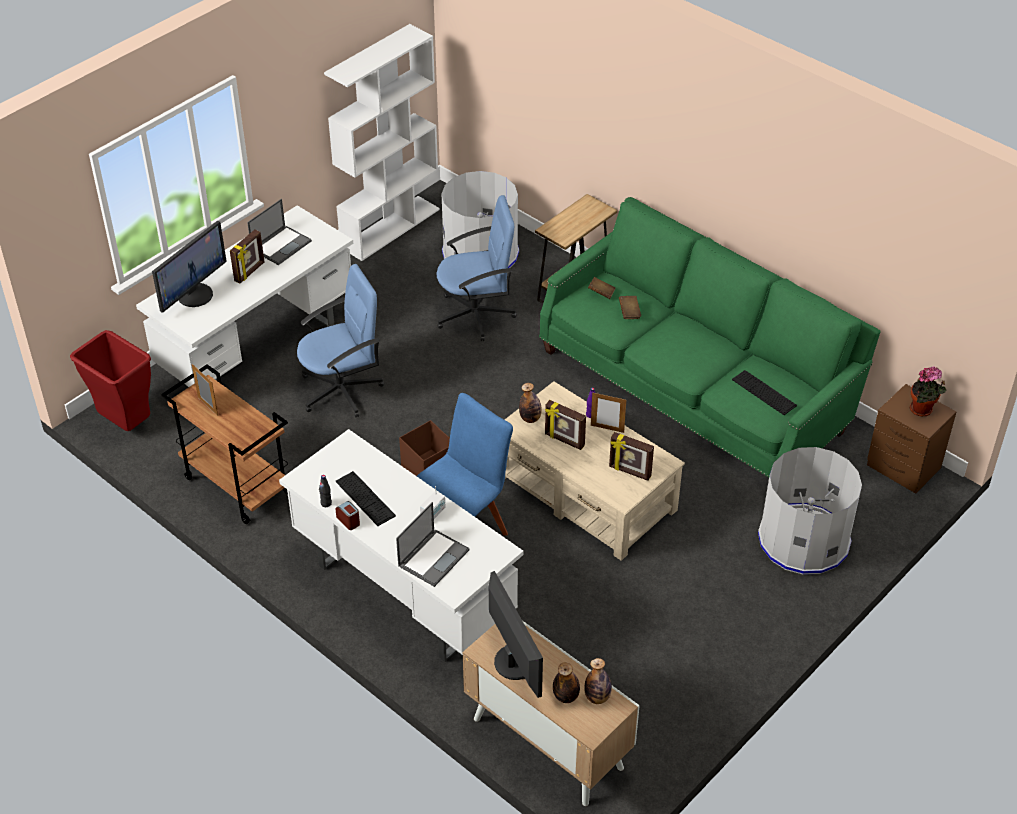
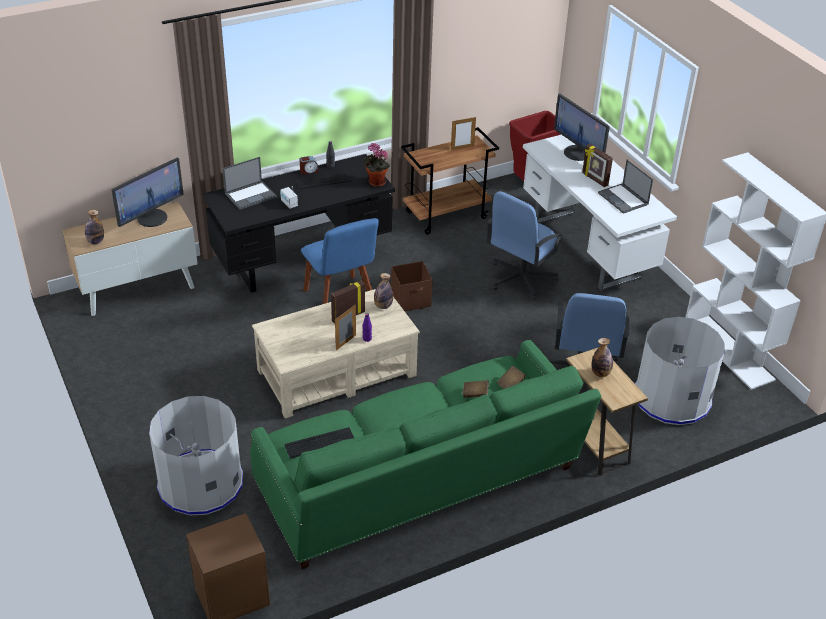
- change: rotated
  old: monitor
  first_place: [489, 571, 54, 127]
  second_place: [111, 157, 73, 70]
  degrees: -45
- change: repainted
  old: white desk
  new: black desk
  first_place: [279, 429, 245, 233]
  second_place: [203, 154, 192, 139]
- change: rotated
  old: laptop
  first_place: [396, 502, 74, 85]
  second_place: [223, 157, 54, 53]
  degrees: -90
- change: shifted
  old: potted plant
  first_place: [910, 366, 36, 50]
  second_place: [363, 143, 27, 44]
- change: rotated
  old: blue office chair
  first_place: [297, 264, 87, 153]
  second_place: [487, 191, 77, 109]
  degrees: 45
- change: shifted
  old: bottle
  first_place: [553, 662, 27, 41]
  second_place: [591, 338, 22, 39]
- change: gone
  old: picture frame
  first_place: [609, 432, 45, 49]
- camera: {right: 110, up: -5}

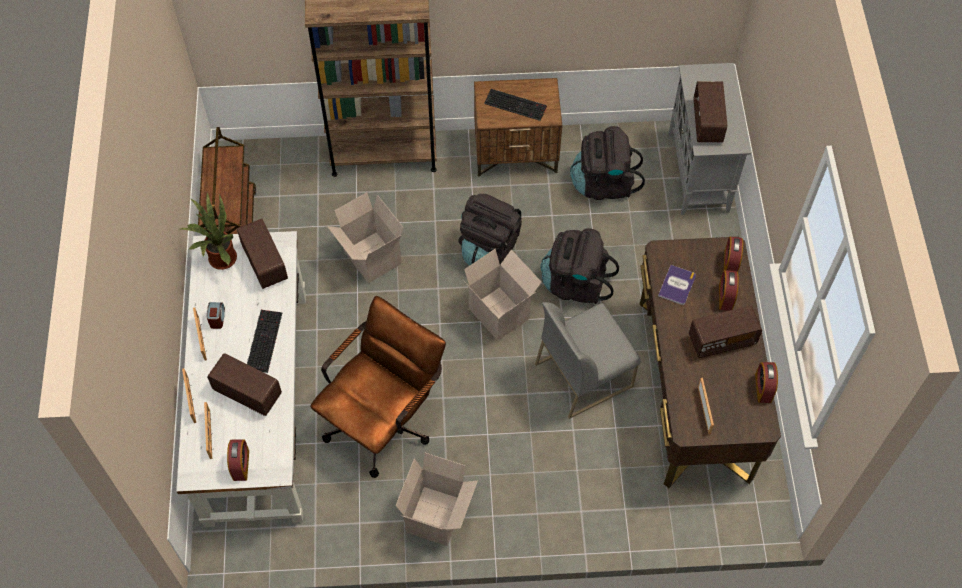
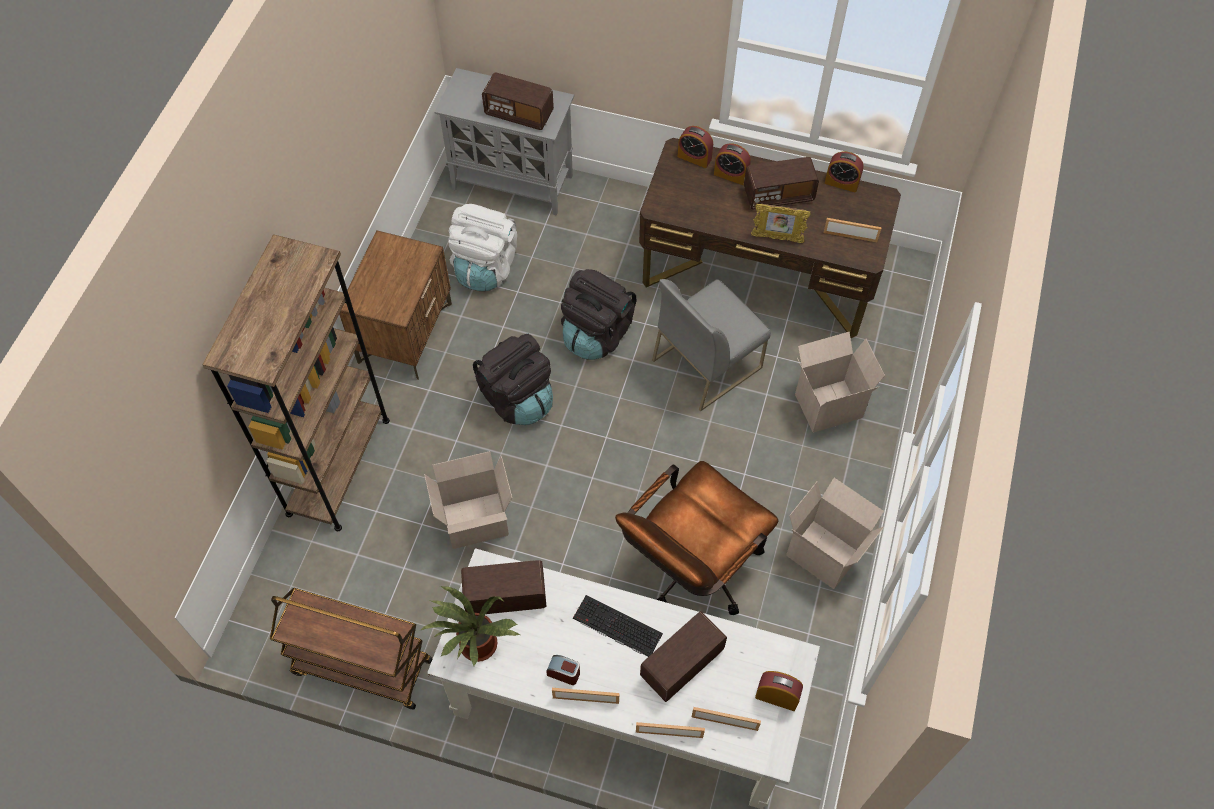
- change: repainted
  old: black backpack
  new: white backpack
  first_place: [570, 126, 75, 74]
  second_place: [448, 204, 69, 87]
- change: rotated
  old: brown office chair
  first_place: [310, 296, 136, 182]
  second_place: [615, 461, 164, 154]
  degrees: -105
- change: rotated
  old: grey chair
  first_place: [535, 302, 106, 117]
  second_place: [652, 279, 119, 132]
  degrees: 60
- change: rotated
  old: radio
  first_place: [689, 306, 73, 52]
  second_place: [744, 157, 75, 52]
  degrees: 75
- change: new
  new: picture frame
  second_place: [751, 204, 60, 39]
- change: shifted
  old: cardboard box
  first_place: [463, 249, 79, 92]
  second_place: [795, 332, 90, 101]
- change: gone
  old: keyboard
  first_place: [484, 89, 63, 32]
- change: gone
  old: book
  first_place: [658, 265, 38, 40]
- camera: {right: -70, up: 0}

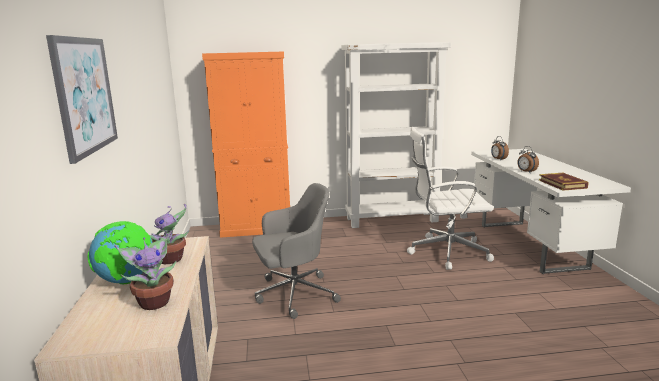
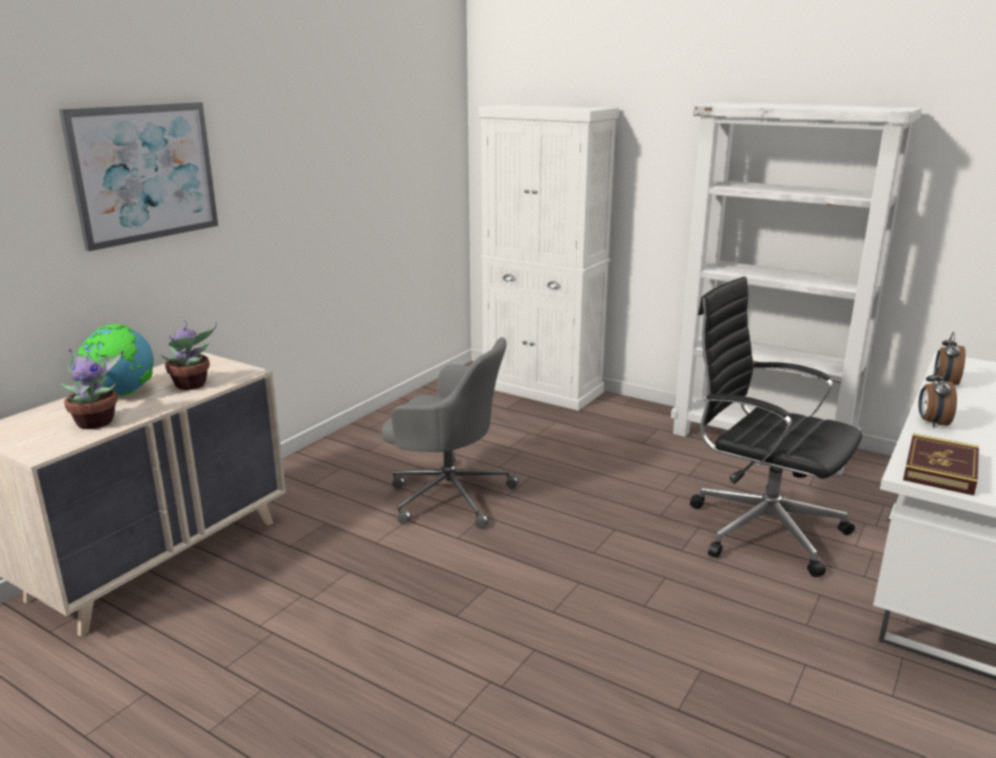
- change: repainted
  old: orange cabinet
  new: white cabinet
  first_place: [202, 52, 88, 186]
  second_place: [479, 104, 140, 307]
- change: repainted
  old: white office chair
  new: black office chair
  first_place: [407, 127, 87, 143]
  second_place: [690, 277, 172, 300]
- camera: {right: 40, up: 5}

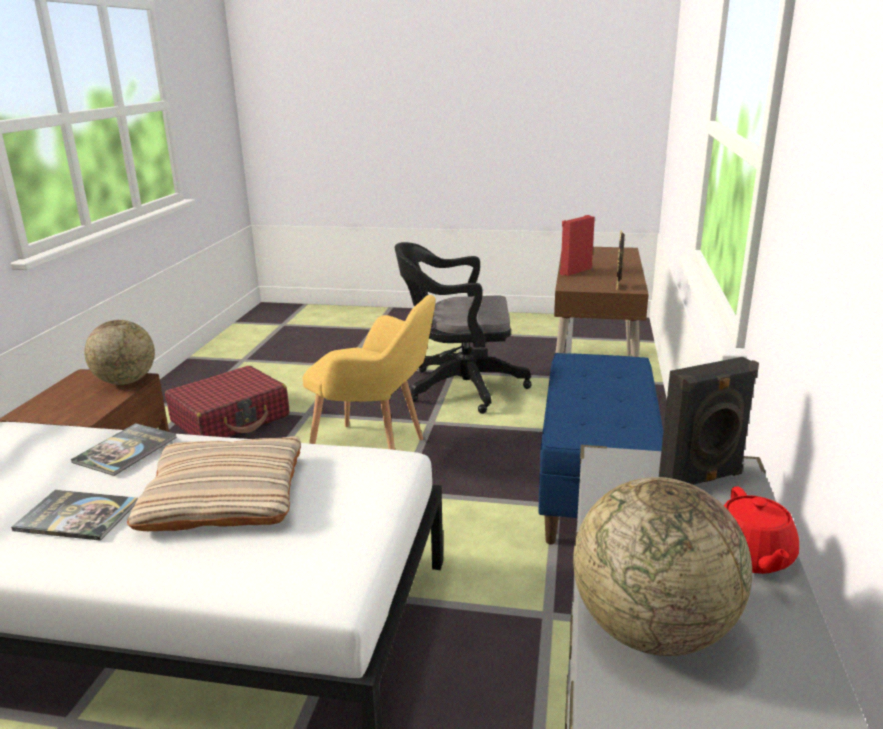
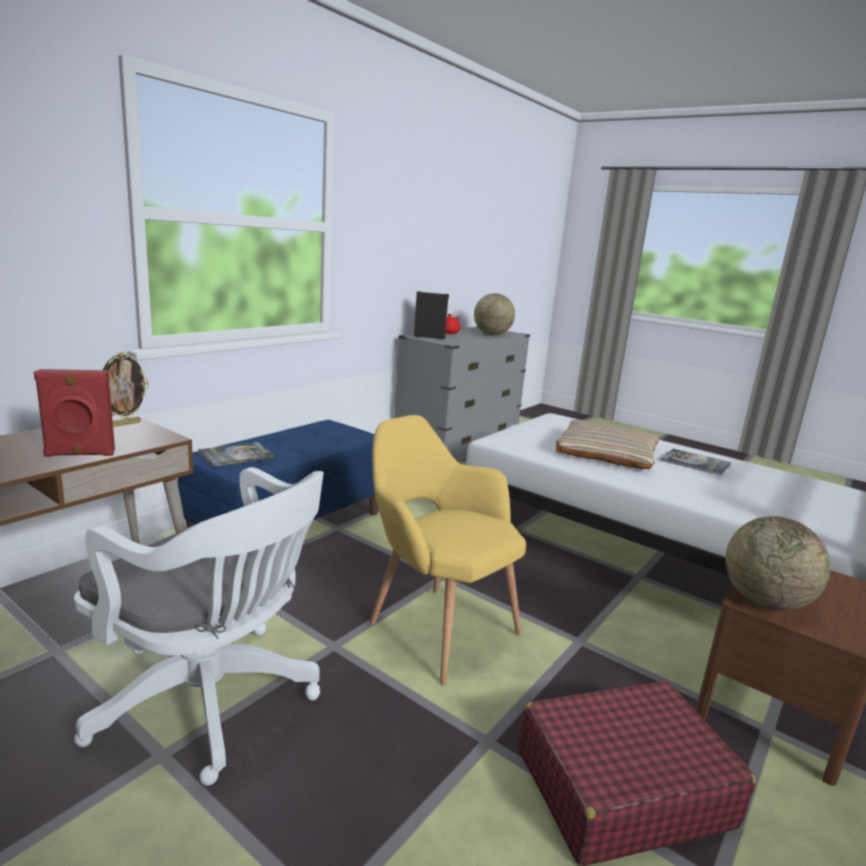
- change: repainted
  old: black office chair
  new: white office chair
  first_place: [395, 242, 137, 172]
  second_place: [74, 467, 250, 319]
- change: shifted
  old: book
  first_place: [71, 423, 106, 53]
  second_place: [198, 442, 77, 25]
- camera: {right: -155, up: -5}

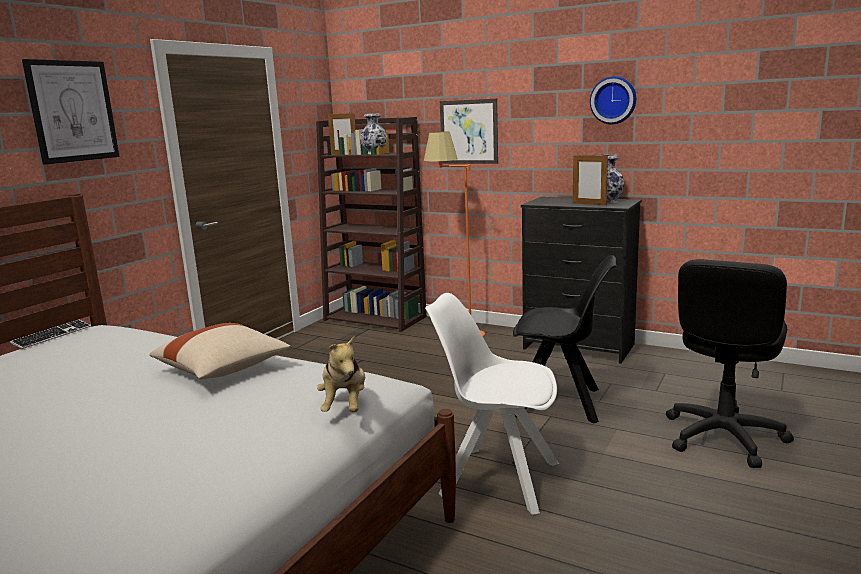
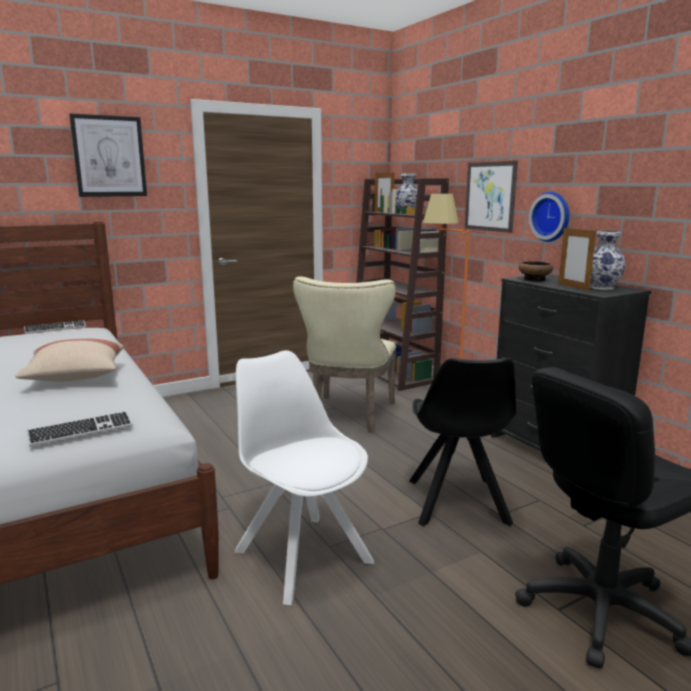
- change: swapped
  old: plush toy
  new: keyboard
  first_place: [317, 335, 48, 77]
  second_place: [27, 411, 106, 35]
- change: new
  new: beige chair
  second_place: [293, 276, 103, 157]
- change: rotated
  old: black chair
  first_place: [513, 255, 104, 169]
  second_place: [409, 358, 107, 168]
  degrees: 45
- change: new
  new: bowl
  second_place: [519, 261, 34, 21]
- change: shifted
  old: wall clock
  first_place: [590, 76, 46, 48]
  second_place: [529, 192, 40, 50]
- camera: {right: 30, up: 0}

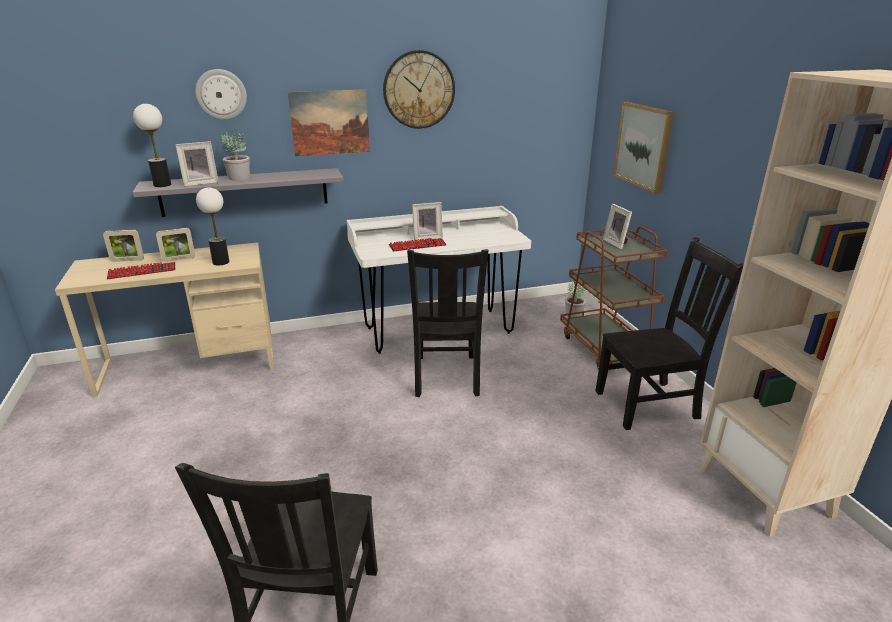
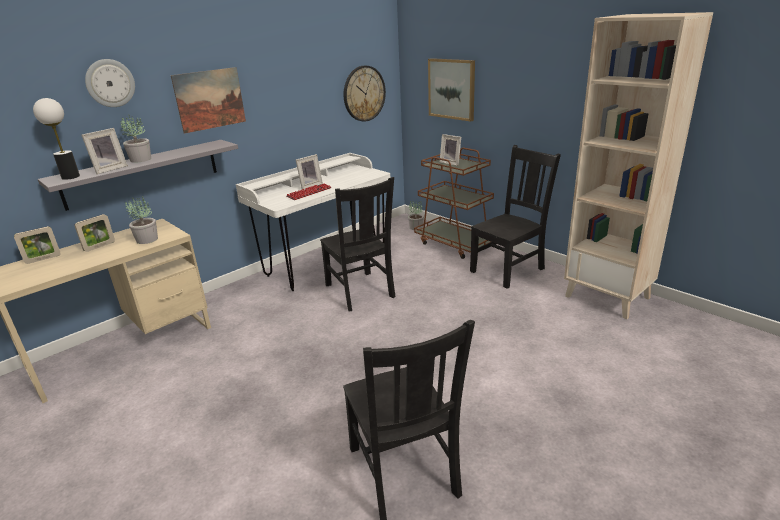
- change: swapped
  old: table lamp
  new: potted plant
  first_place: [196, 187, 34, 78]
  second_place: [125, 195, 33, 49]
- change: shifted
  old: wall clock
  first_place: [383, 50, 72, 79]
  second_place: [344, 66, 42, 56]
- change: gone
  old: keyboard
  first_place: [107, 262, 68, 17]
- camera: {right: -25, up: 0}

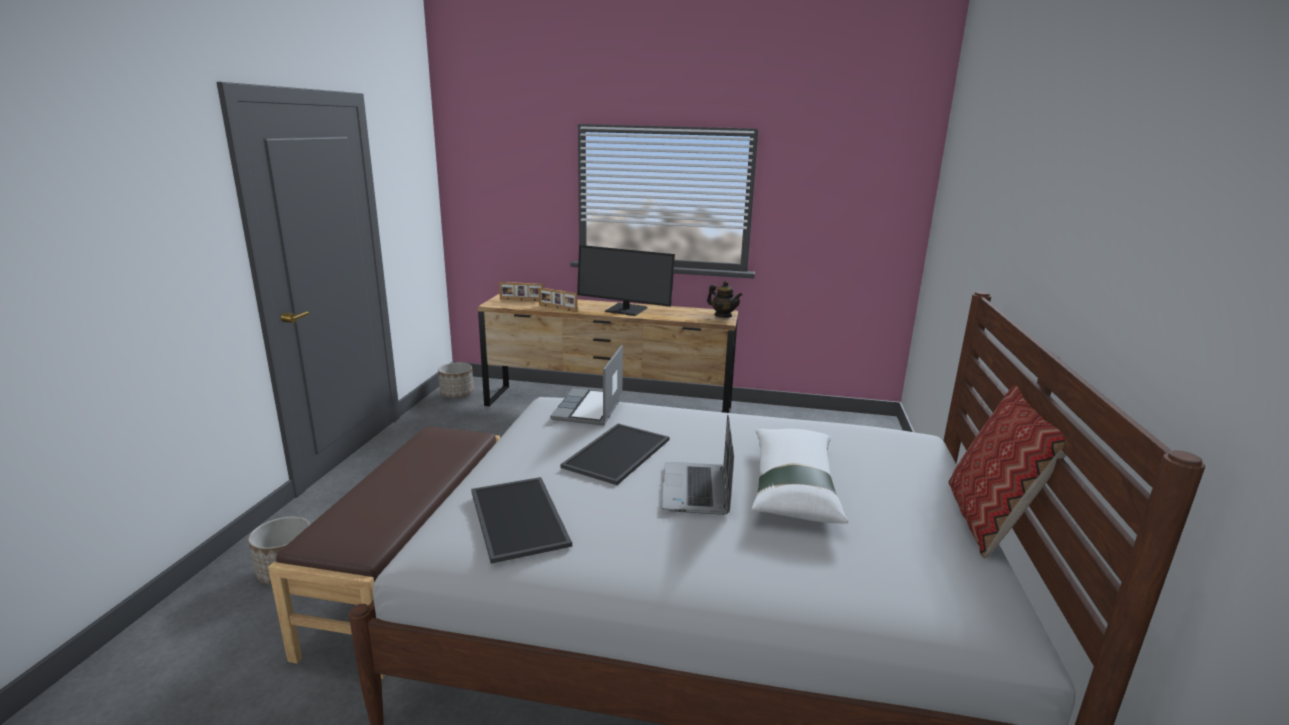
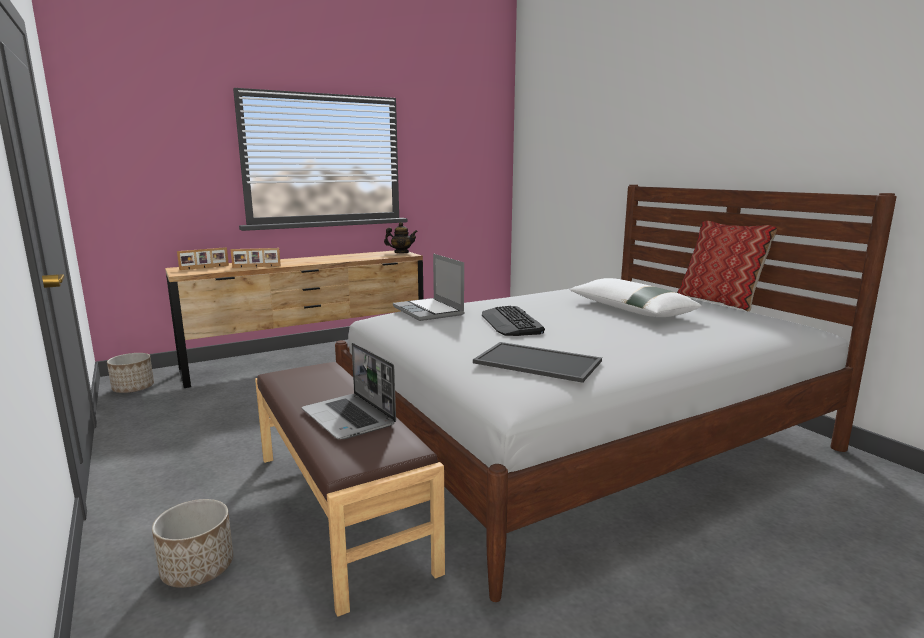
- change: shifted
  old: laptop
  first_place: [662, 414, 72, 101]
  second_place: [302, 343, 94, 96]
- change: swapped
  old: tray
  new: keyboard
  first_place: [560, 424, 110, 61]
  second_place: [482, 306, 63, 30]
- change: gone
  old: monitor
  first_place: [577, 245, 98, 71]
- camera: {right: -40, up: -5}

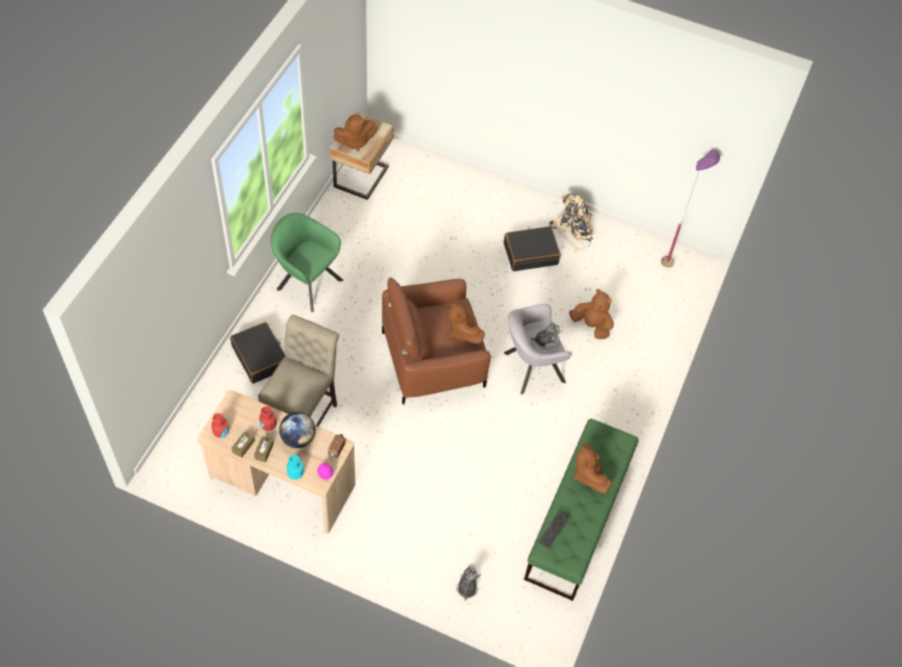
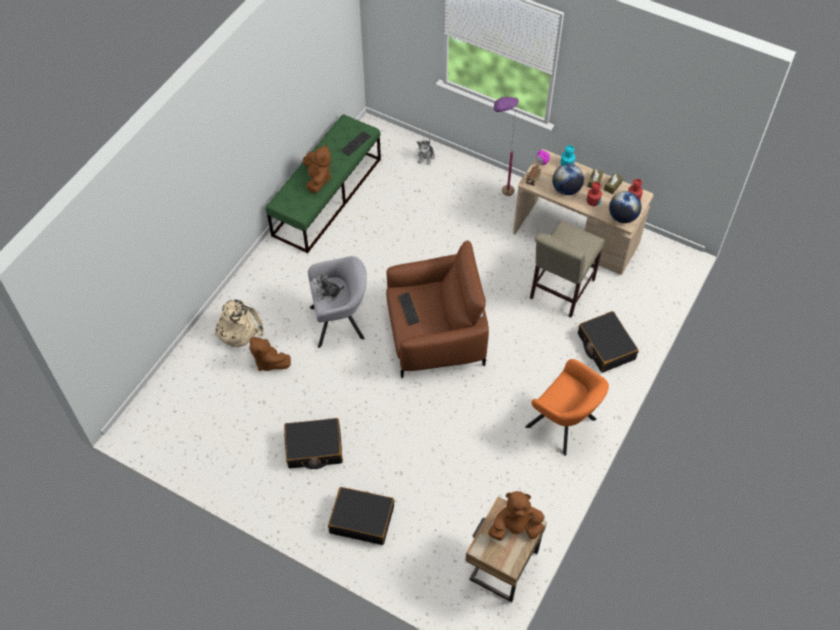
- change: shifted
  old: beige backpack
  first_place: [549, 193, 44, 60]
  second_place: [213, 300, 51, 47]
- change: new
  new: black suitcase
  second_place: [328, 487, 66, 58]
- change: swapped
  old: brown plush toy
  new: keyboard
  first_place: [448, 301, 37, 43]
  second_place: [398, 292, 21, 33]
- change: shifted
  old: purple floor lamp
  first_place: [661, 150, 59, 118]
  second_place: [494, 97, 25, 99]
- change: repainted
  old: green armchair
  new: orange armchair
  first_place: [271, 213, 72, 99]
  second_place: [525, 359, 84, 97]
- change: new
  new: globe
  second_place: [609, 191, 32, 32]
- camera: {right: -170, up: 0}

